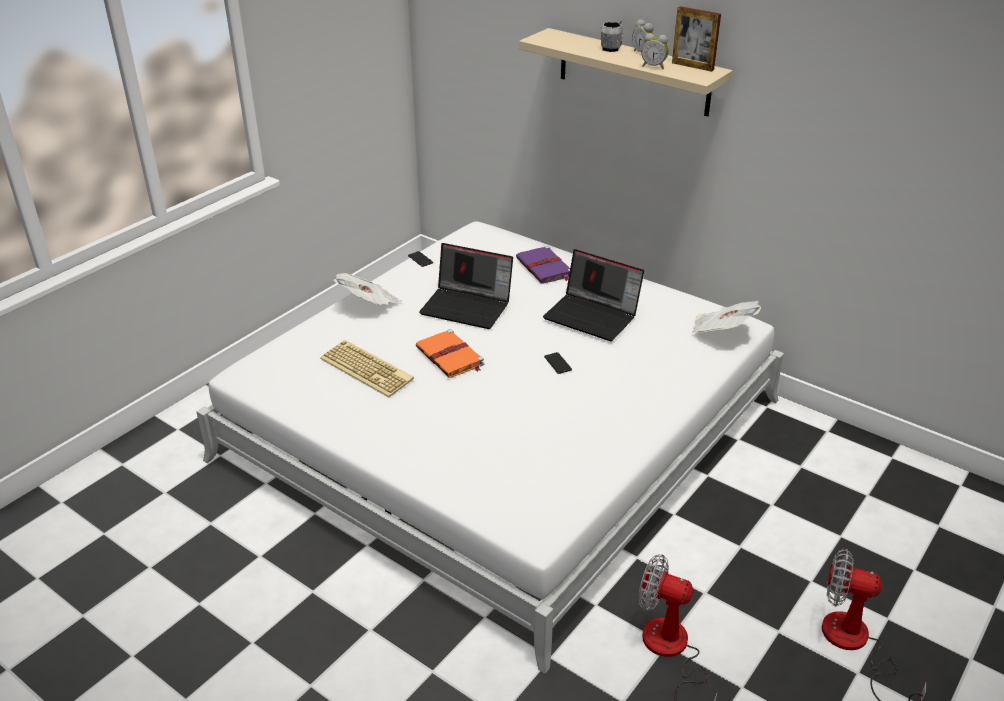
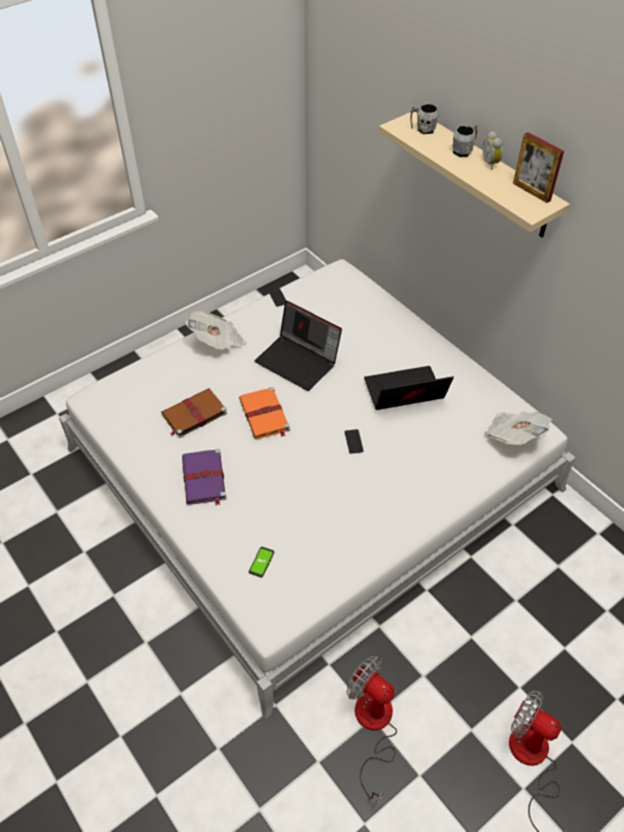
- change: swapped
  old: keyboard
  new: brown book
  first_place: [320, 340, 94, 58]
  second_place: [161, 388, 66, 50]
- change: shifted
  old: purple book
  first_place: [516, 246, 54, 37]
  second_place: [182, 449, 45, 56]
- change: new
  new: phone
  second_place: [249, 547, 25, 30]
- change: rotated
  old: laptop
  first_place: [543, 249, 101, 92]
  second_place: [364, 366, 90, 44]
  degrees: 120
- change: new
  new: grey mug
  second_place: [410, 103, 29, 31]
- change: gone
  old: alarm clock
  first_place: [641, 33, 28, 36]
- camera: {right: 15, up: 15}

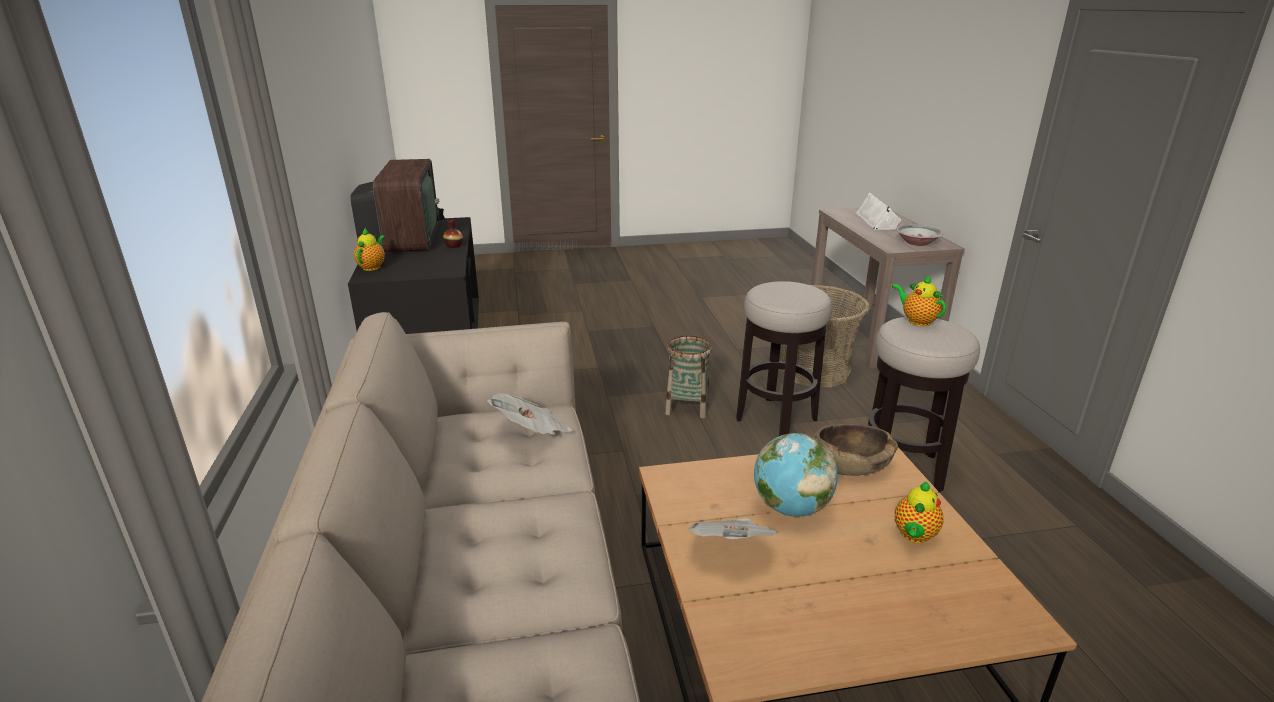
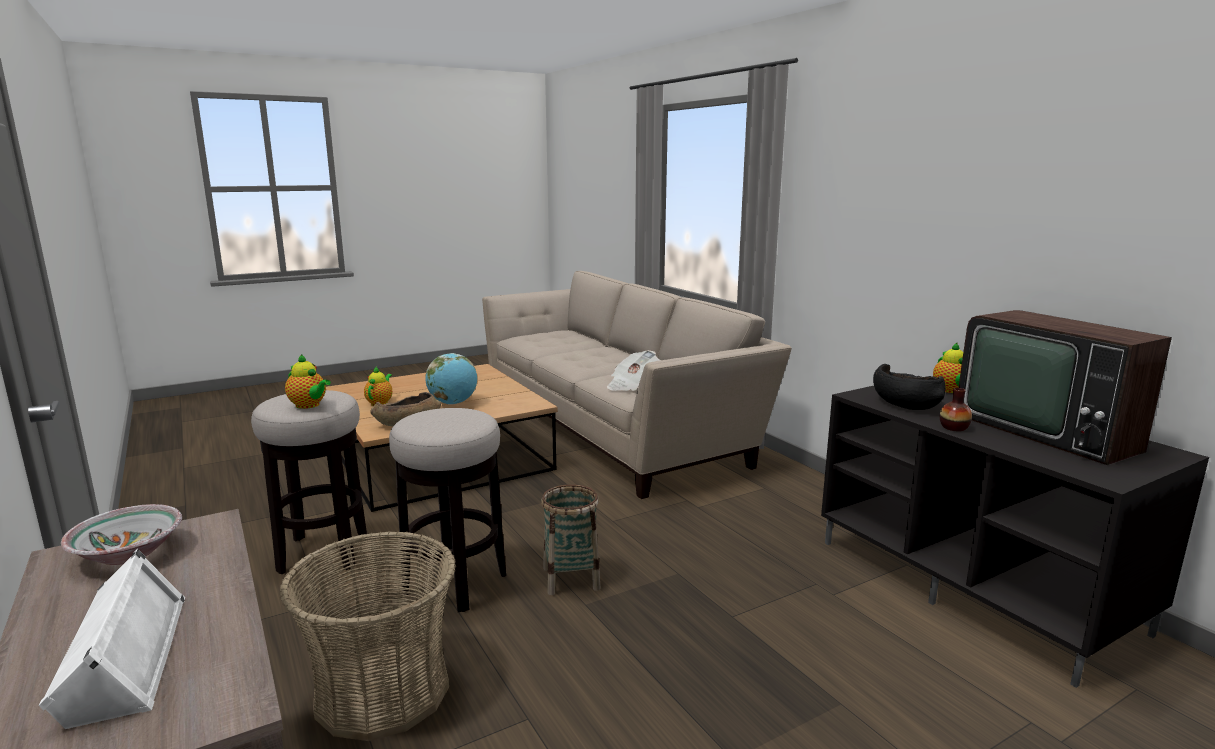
- change: new
  new: black bowl
  second_place: [873, 364, 73, 46]
- change: gone
  old: newspaper
  first_place: [688, 518, 90, 21]
- camera: {right: 160, up: -10}

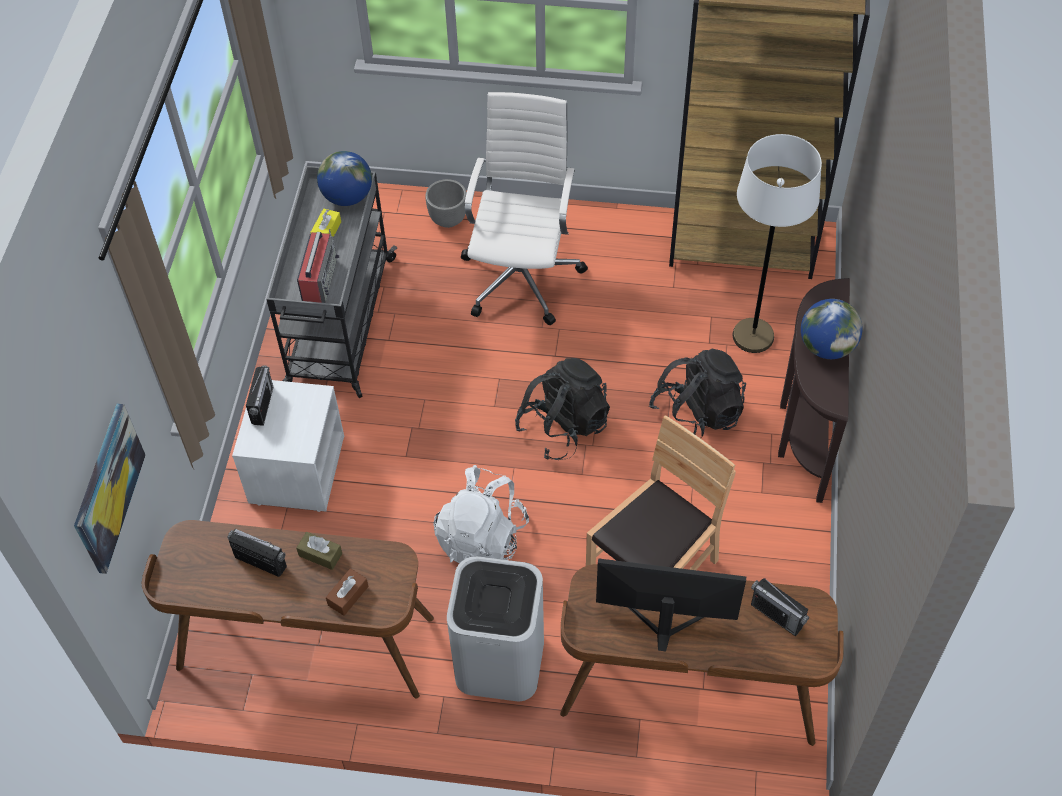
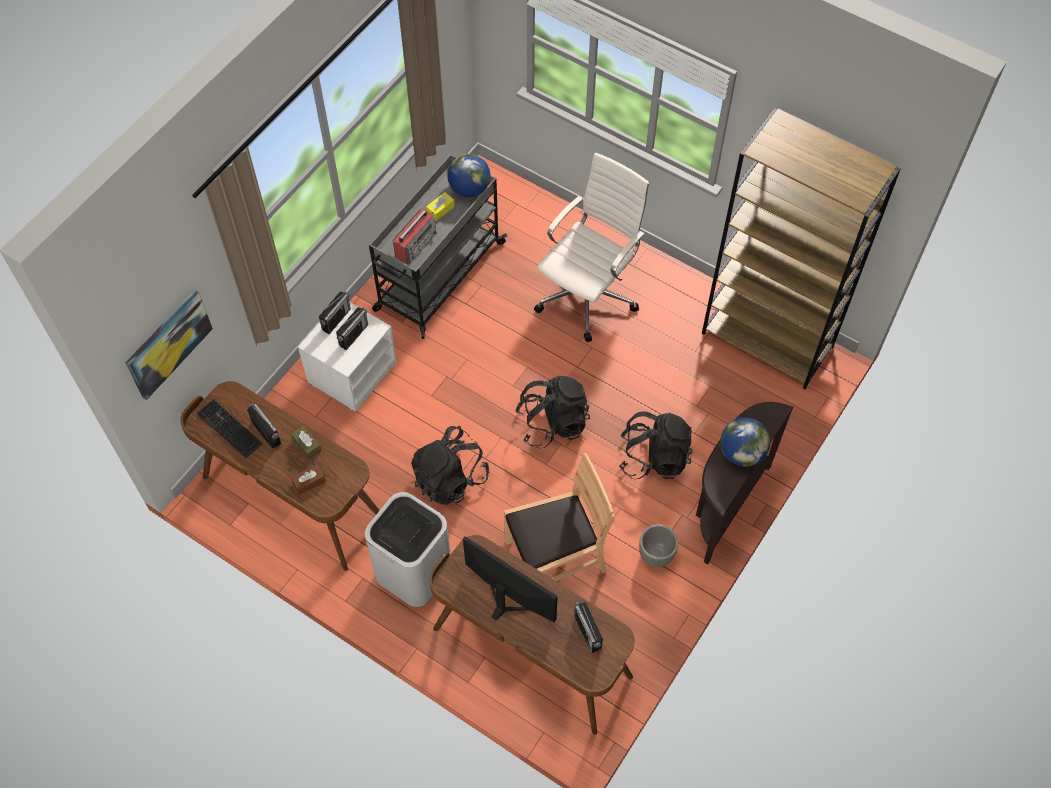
- change: new
  new: keyboard
  second_place: [197, 399, 65, 59]
- change: new
  new: radio
  second_place: [336, 307, 32, 43]
- change: repainted
  old: white backpack
  new: black backpack
  first_place: [433, 465, 96, 98]
  second_place: [411, 426, 78, 79]
- change: shifted
  old: grey planter
  first_place: [425, 179, 42, 49]
  second_place: [639, 525, 39, 42]
- change: gone
  old: white floor lamp
  first_place: [733, 134, 89, 219]
- camera: {right: 25, up: 5}

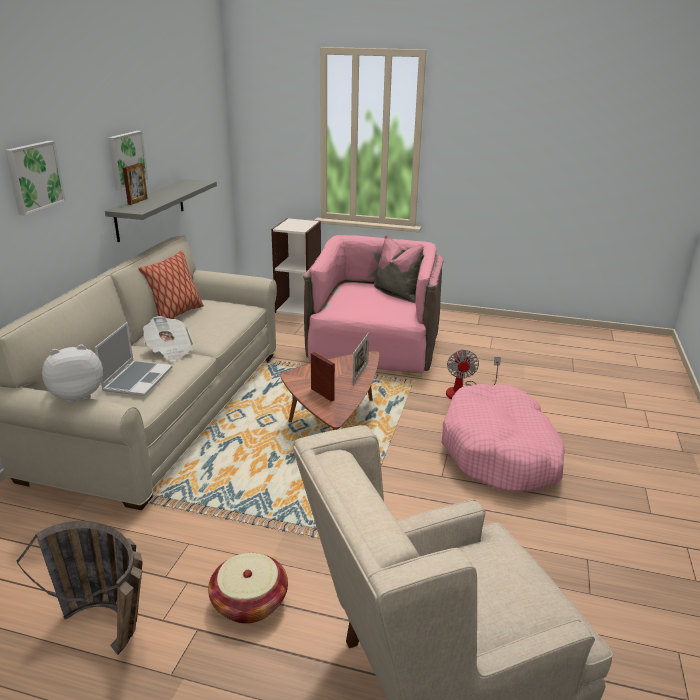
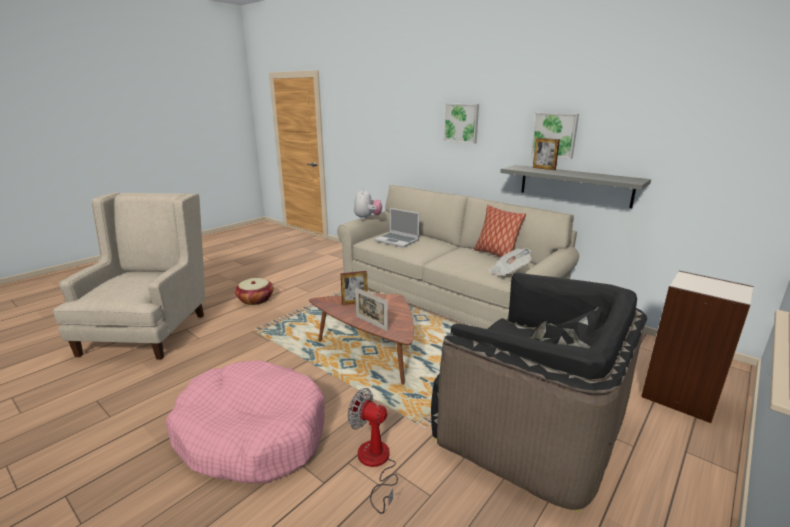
- change: repainted
  old: pink armchair
  new: black armchair
  first_place: [303, 235, 141, 142]
  second_place: [431, 272, 216, 241]
- change: shifted
  old: newspaper
  first_place: [143, 316, 51, 46]
  second_place: [488, 248, 44, 28]
- change: gone
  old: basket
  first_place: [17, 521, 126, 134]
- camera: {right: 115, up: -5}

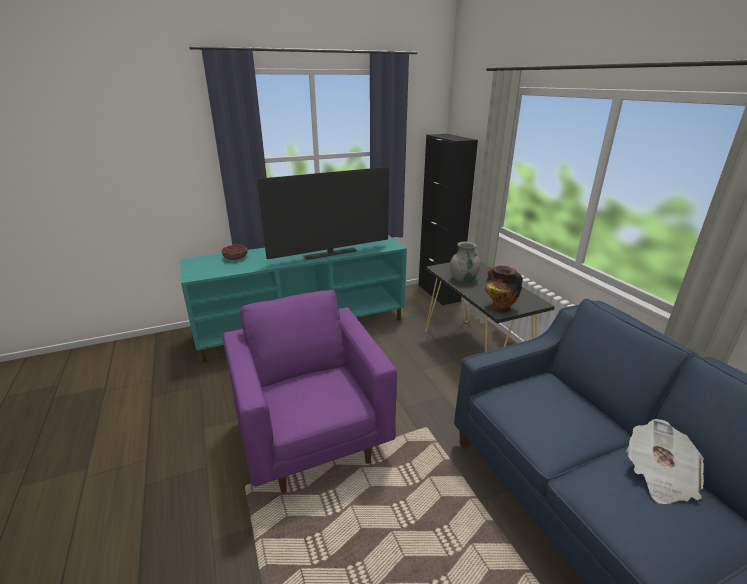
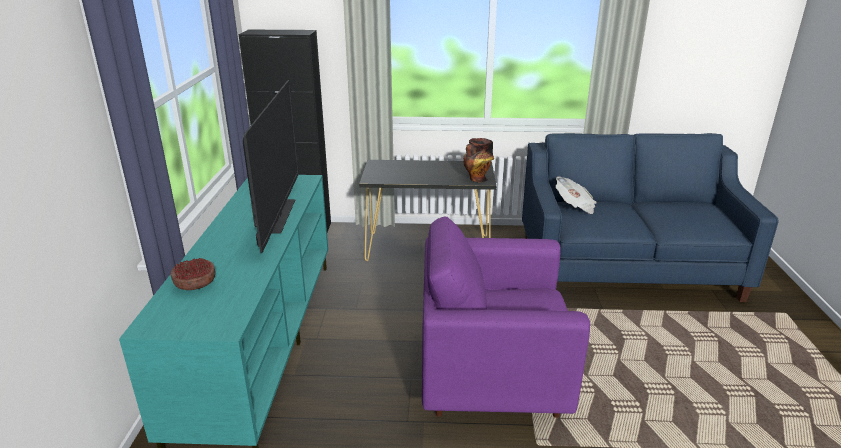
- change: shifted
  old: newspaper
  first_place: [626, 419, 78, 85]
  second_place: [556, 177, 40, 37]
- change: gone
  old: grey vase
  first_place: [450, 241, 30, 41]
- camera: {right: -65, up: 0}

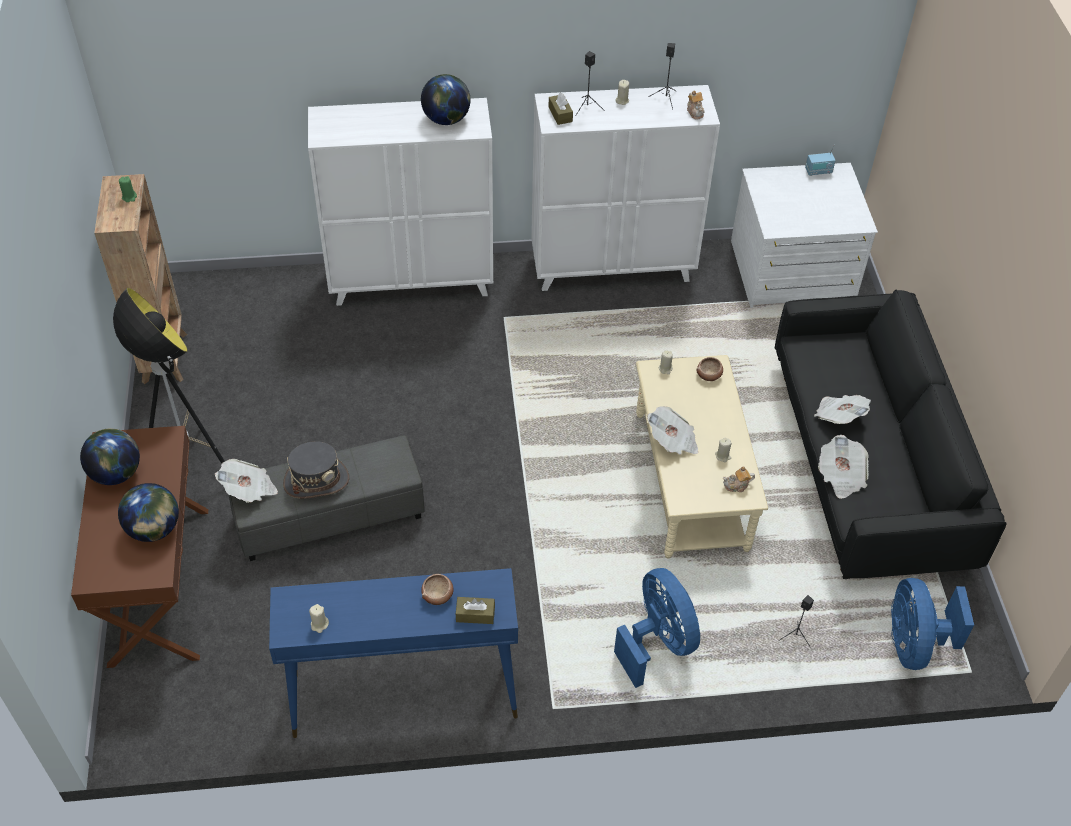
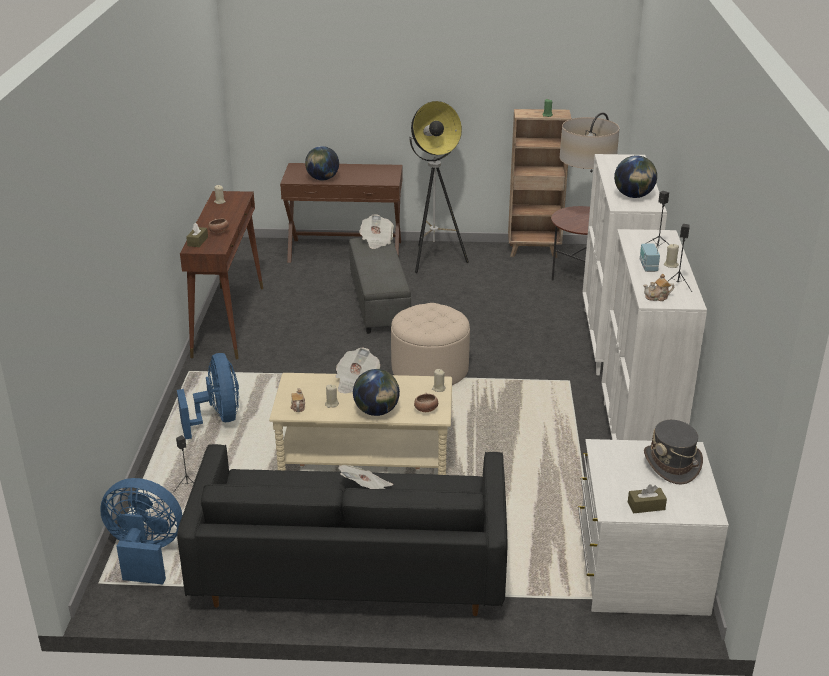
- change: rotated
  old: blue fan
  first_place: [614, 568, 86, 120]
  second_place: [177, 353, 62, 87]
  degrees: -90
- change: repainted
  old: blue console table
  new: brown console table
  first_place: [269, 568, 249, 170]
  second_place: [180, 191, 83, 168]
- change: shifted
  old: globe
  first_place: [80, 428, 60, 57]
  second_place: [353, 369, 47, 47]
- change: new
  new: beige ottoman
  second_place: [391, 303, 79, 82]
- change: new
  new: floor lamp
  second_place: [551, 112, 68, 169]
- change: shifted
  old: brown tissue box
  first_place: [548, 93, 25, 32]
  second_place: [628, 484, 39, 29]
- change: shifted
  old: radio
  first_place: [805, 145, 31, 31]
  second_place: [639, 243, 21, 29]
- change: shifted
  old: grey hat
  first_place: [283, 441, 66, 58]
  second_place: [644, 420, 59, 64]
- change: gone
  old: newspaper
  first_place: [818, 435, 51, 64]
- camera: {right: 100, up: -20}

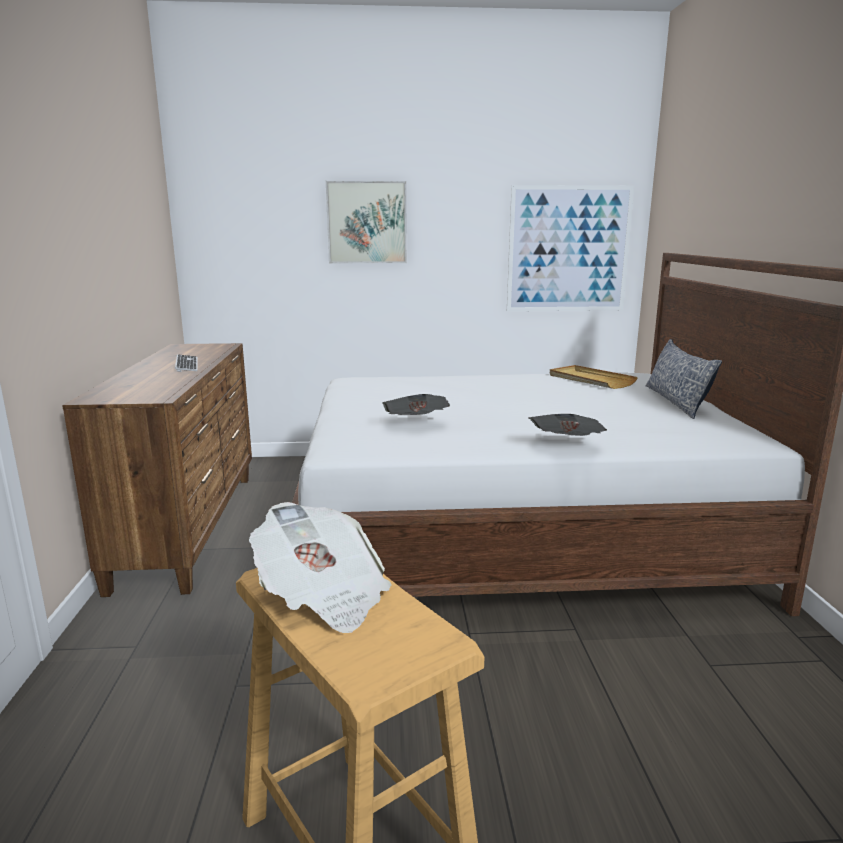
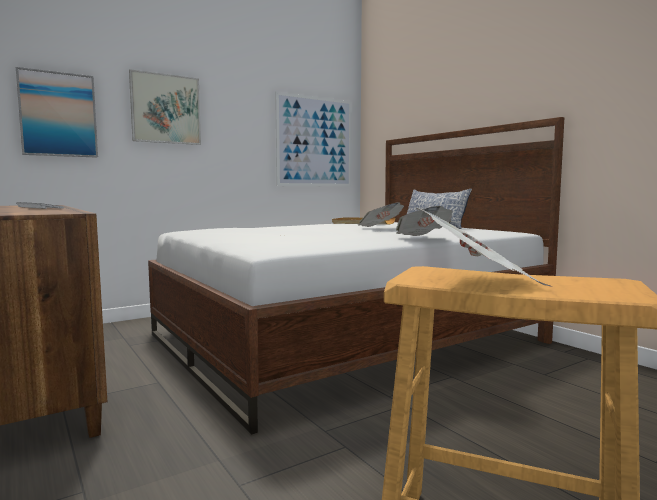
- change: new
  new: picture
  second_place: [16, 67, 82, 91]
- change: shifted
  old: newspaper
  first_place: [382, 394, 68, 21]
  second_place: [358, 202, 46, 25]
- camera: {right: -30, up: -10}

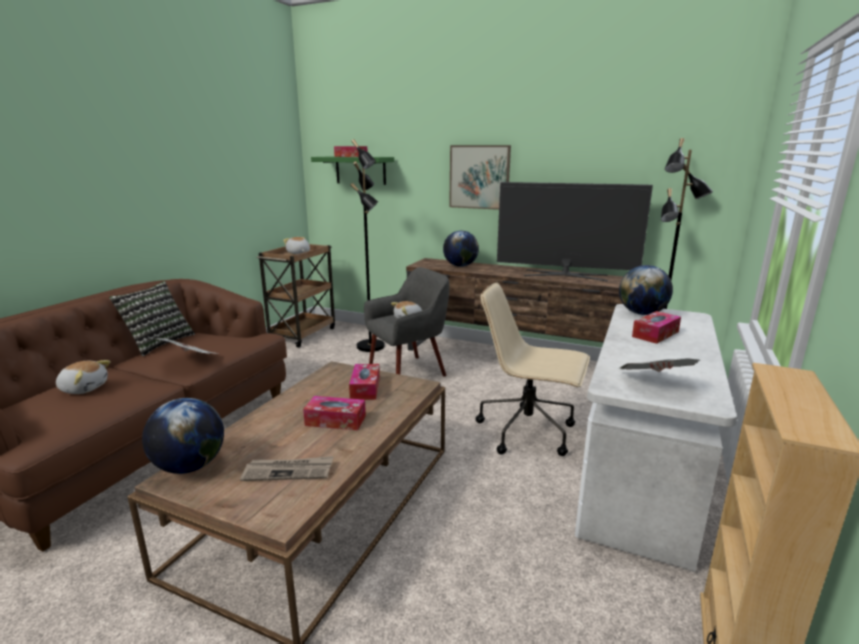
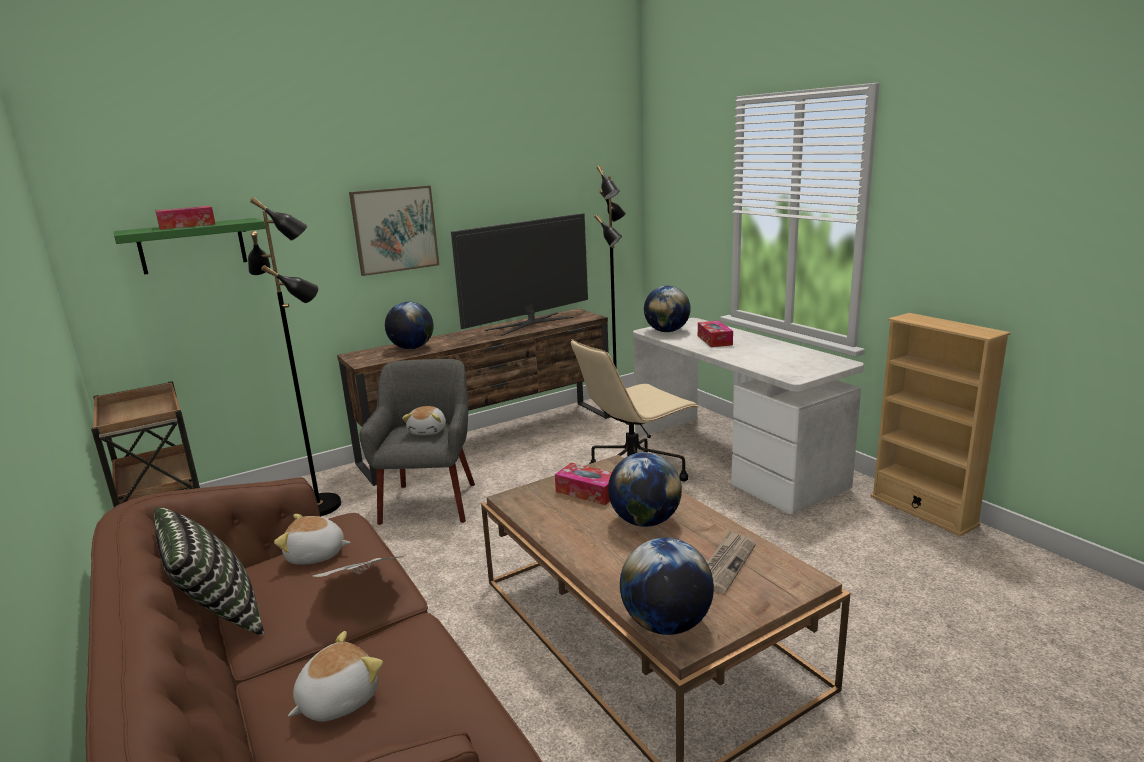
- change: shifted
  old: plush toy
  first_place: [283, 237, 27, 17]
  second_place: [274, 514, 77, 51]
- change: swapped
  old: tissue box
  new: globe
  first_place: [303, 396, 63, 34]
  second_place: [608, 452, 74, 75]
- change: gone
  old: newspaper
  first_place: [620, 358, 81, 14]
- camera: {right: -55, up: 0}

